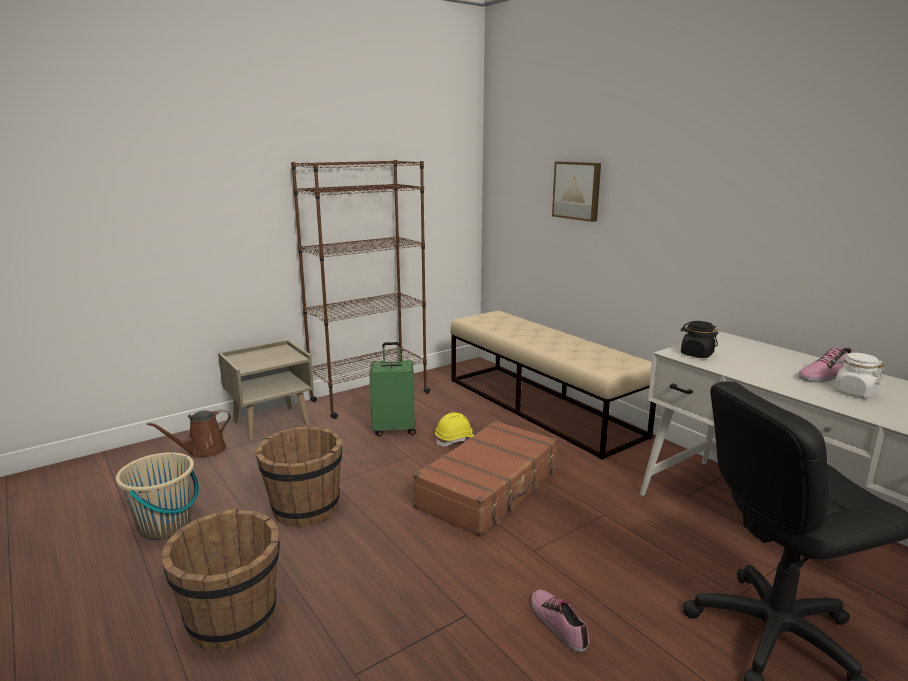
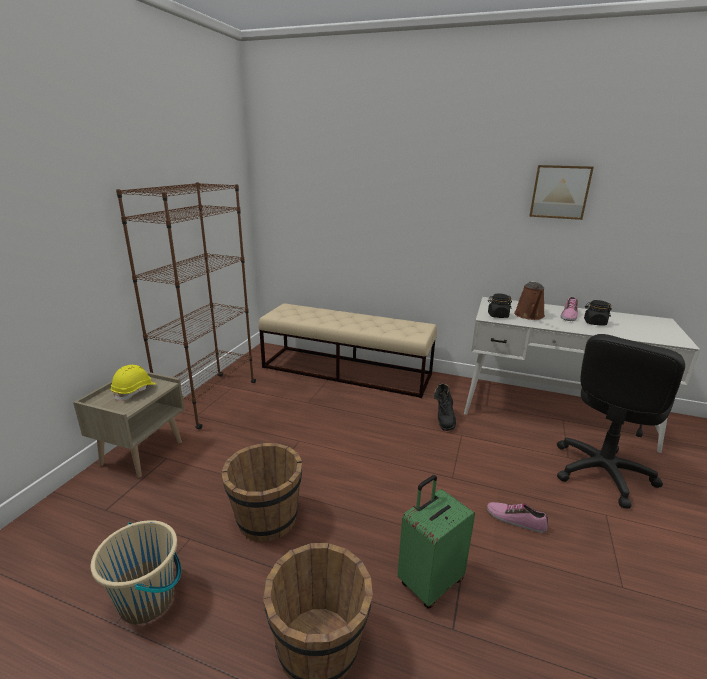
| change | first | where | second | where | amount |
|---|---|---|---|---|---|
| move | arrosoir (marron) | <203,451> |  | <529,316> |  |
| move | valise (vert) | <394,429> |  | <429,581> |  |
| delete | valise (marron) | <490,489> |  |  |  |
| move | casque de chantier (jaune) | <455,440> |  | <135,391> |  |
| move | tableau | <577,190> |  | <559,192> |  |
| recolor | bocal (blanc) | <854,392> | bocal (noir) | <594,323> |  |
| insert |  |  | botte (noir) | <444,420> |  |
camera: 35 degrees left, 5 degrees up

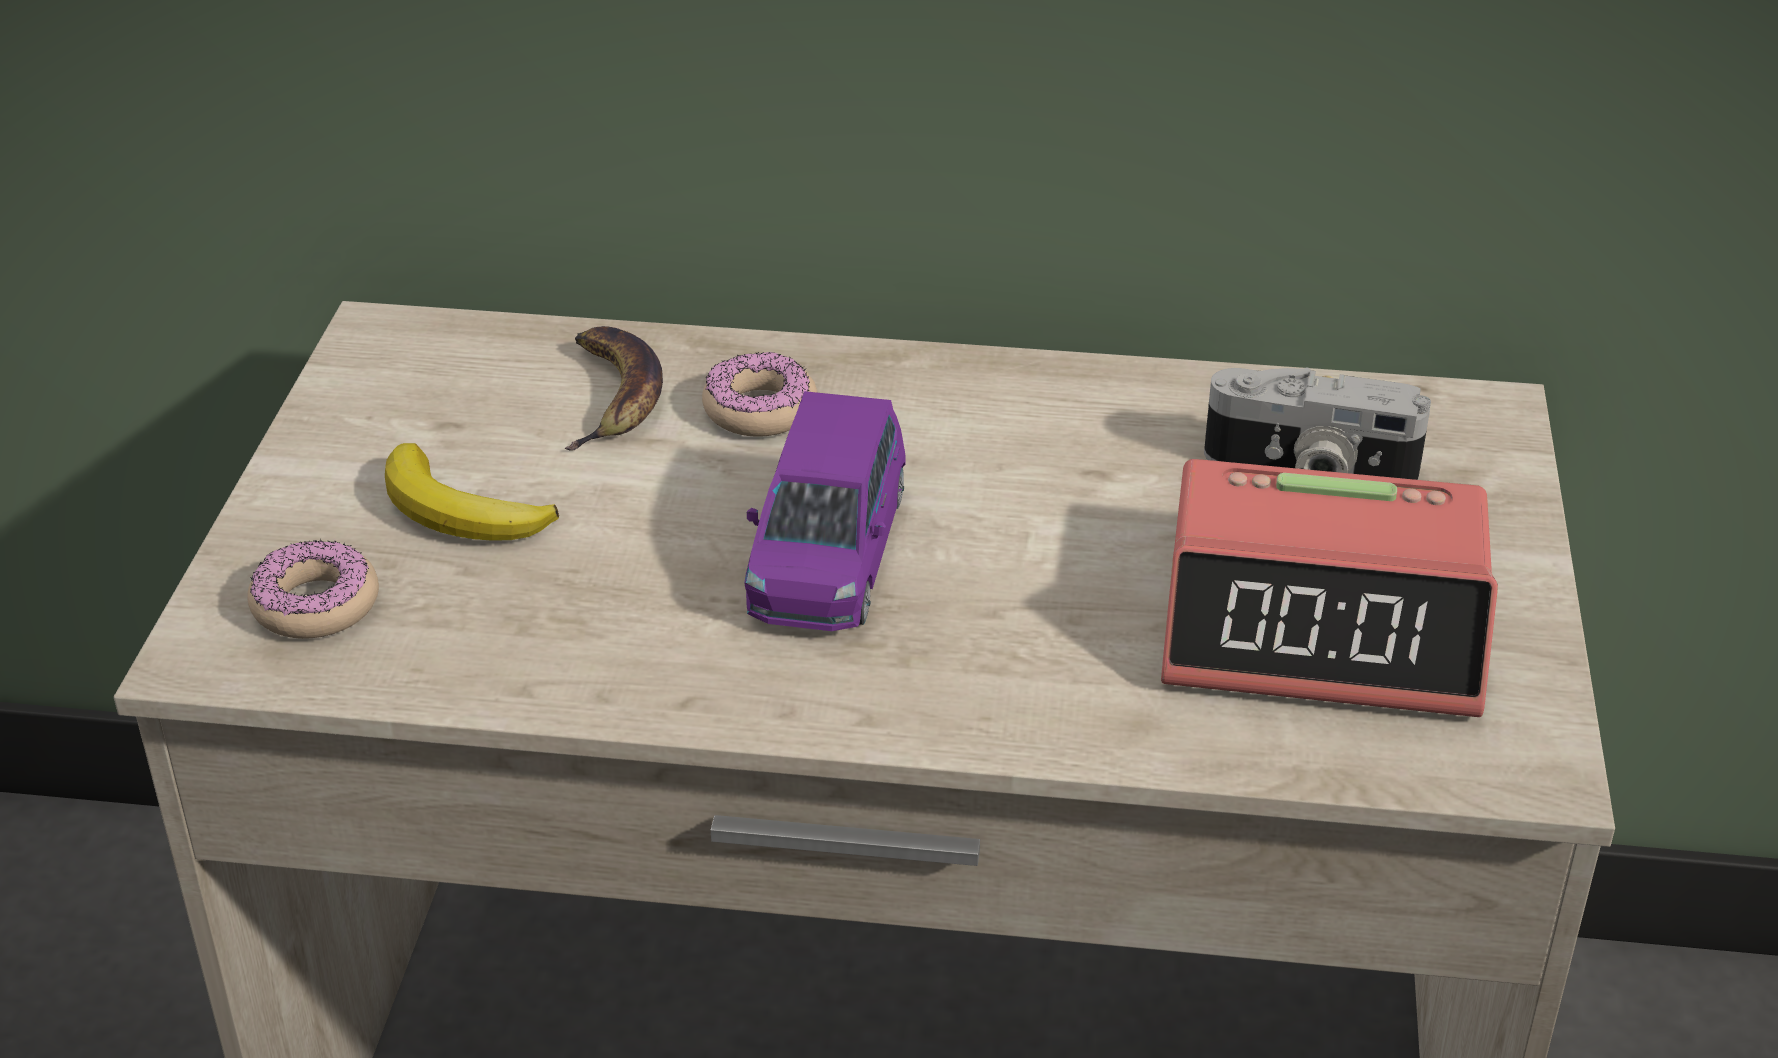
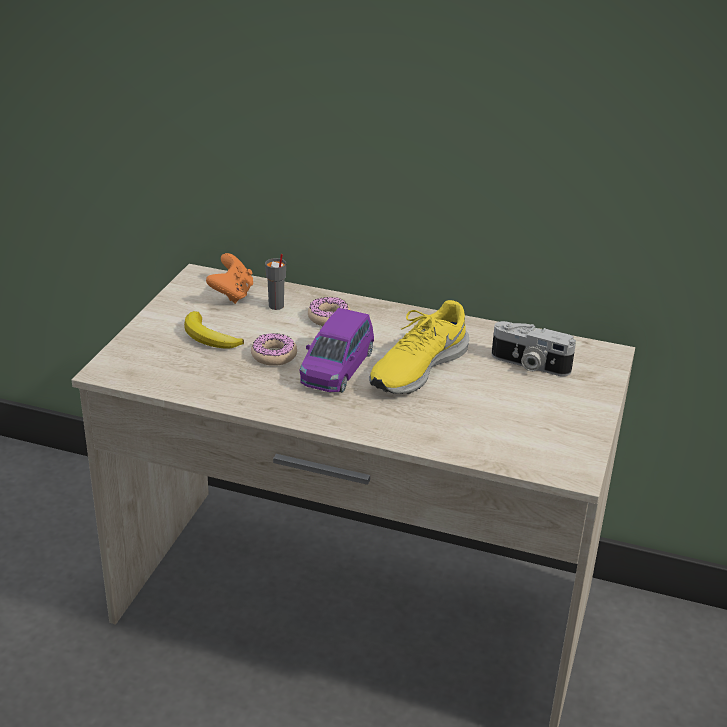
| change | first | where | second | where | amount |
|---|---|---|---|---|---|
| move | beignet | <316,604> |  | <274,355> |  |
| replace | banane | <611,395> | tasse (gris) | <276,306> |  |
| delete | réveil | <1324,625> |  |  |  |
| insert |  |  | manette (orange) | <232,294> |  |
| insert |  |  | chaussure (jaune) | <417,367> |  |
camera: 10 degrees right, 5 degrees down

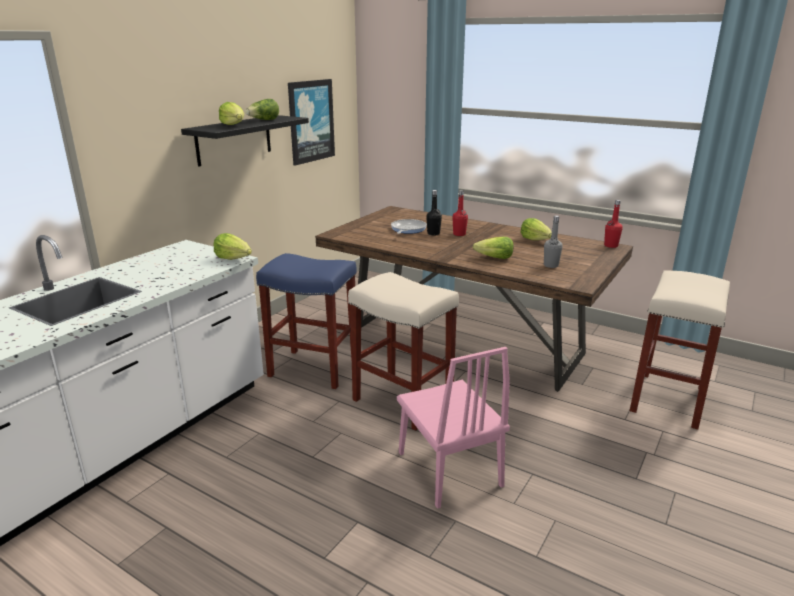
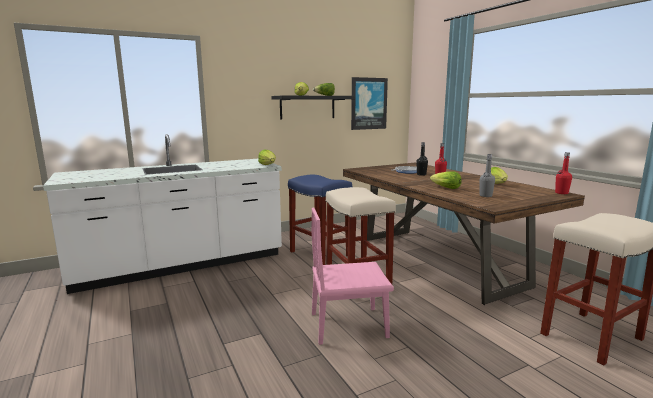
| change | first | where | second | where | amount |
|---|---|---|---|---|---|
| rotate | chaise (rose) | <449,469> |  | <348,325> | 75 degrees clockwise |
camera: 30 degrees right, 10 degrees down

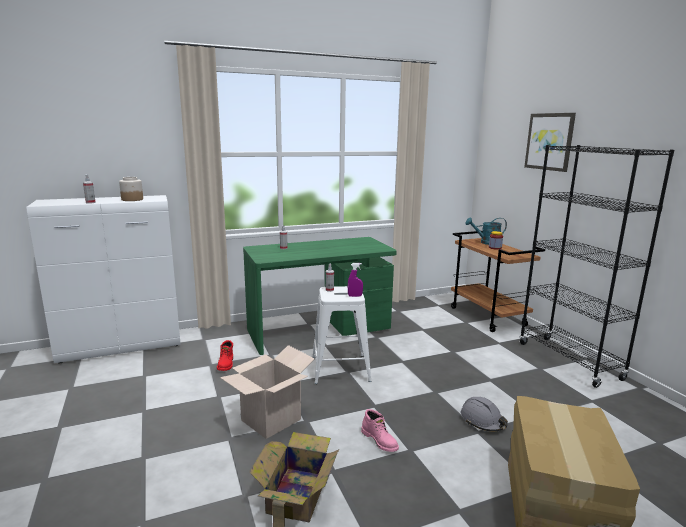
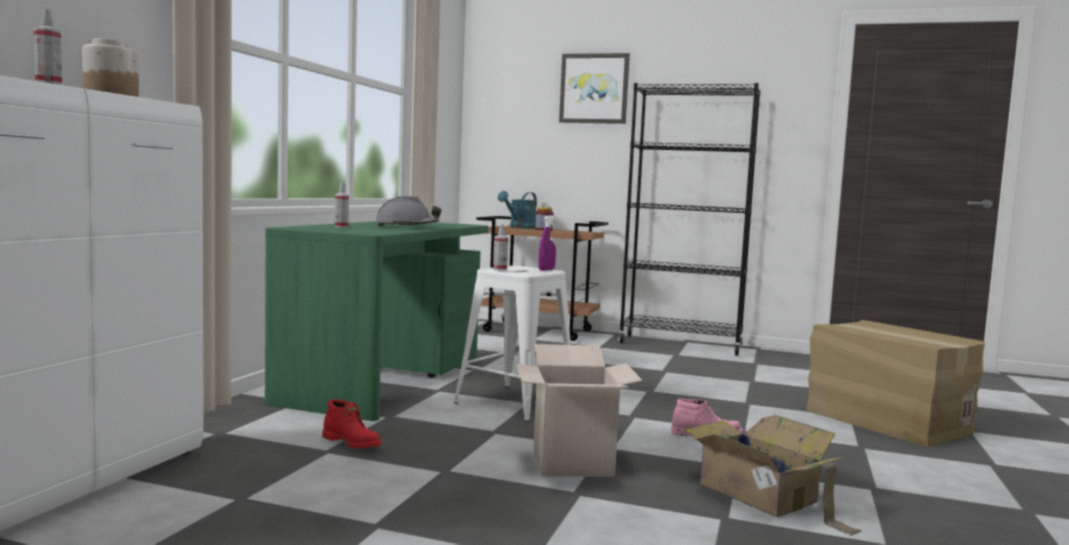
| change | first | where | second | where | amount |
|---|---|---|---|---|---|
| move | casque de chantier (gris) | <483,421> |  | <407,227> |  |
camera: 50 degrees left, 10 degrees down

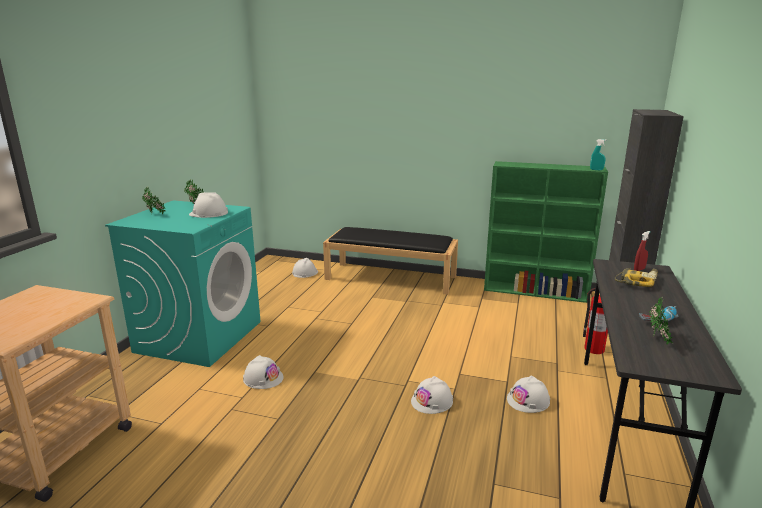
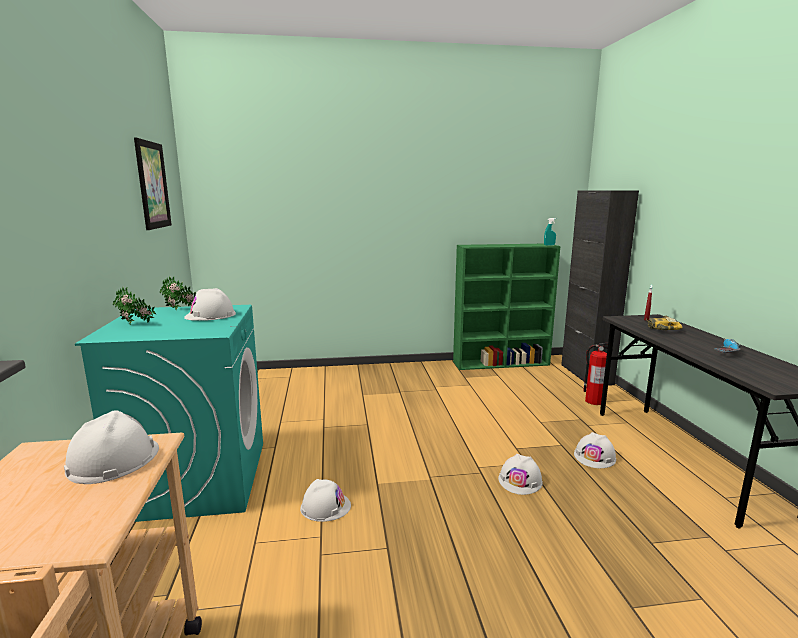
| change | first | where | second | where | amount |
|---|---|---|---|---|---|
| move | casque de chantier (blanc) | <305,272> |  | <113,459> |  |
| delete | banc (noir) | <391,278> |  |  |  |
| delete | plante en pot | <657,340> |  |  |  |
| insert |  |  | tableau | <153,185> |  |
camera: 25 degrees left, 5 degrees down

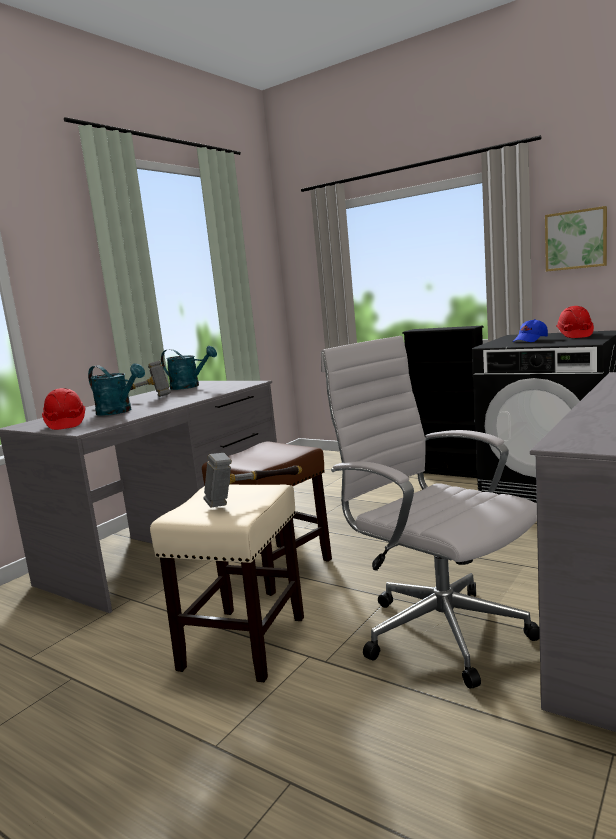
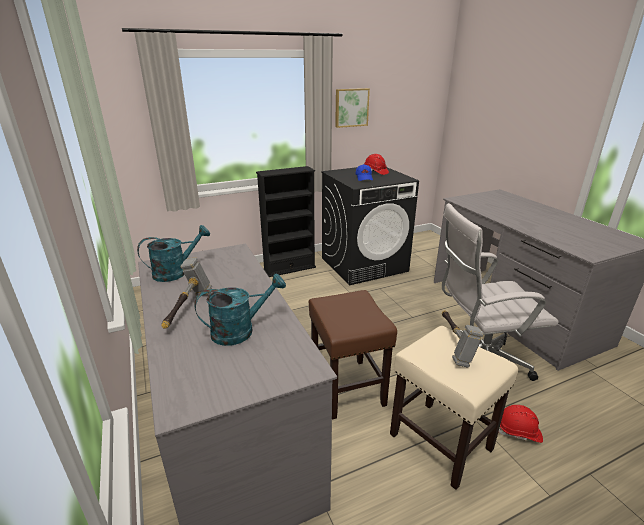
| change | first | where | second | where | amount |
|---|---|---|---|---|---|
| move | casque de chantier (rouge) | <66,424> |  | <518,431> |  |
camera: 60 degrees left, 15 degrees up

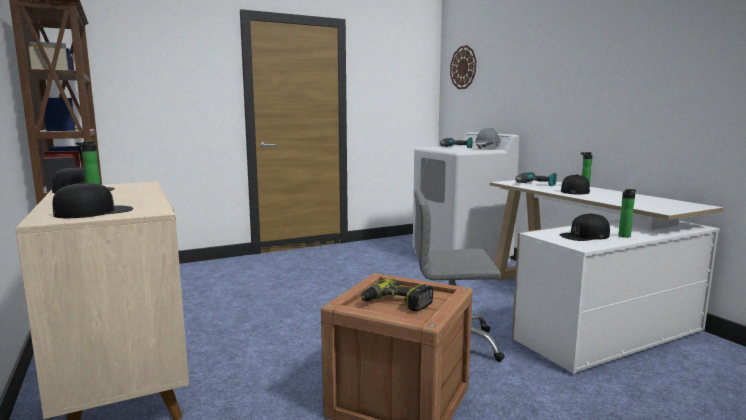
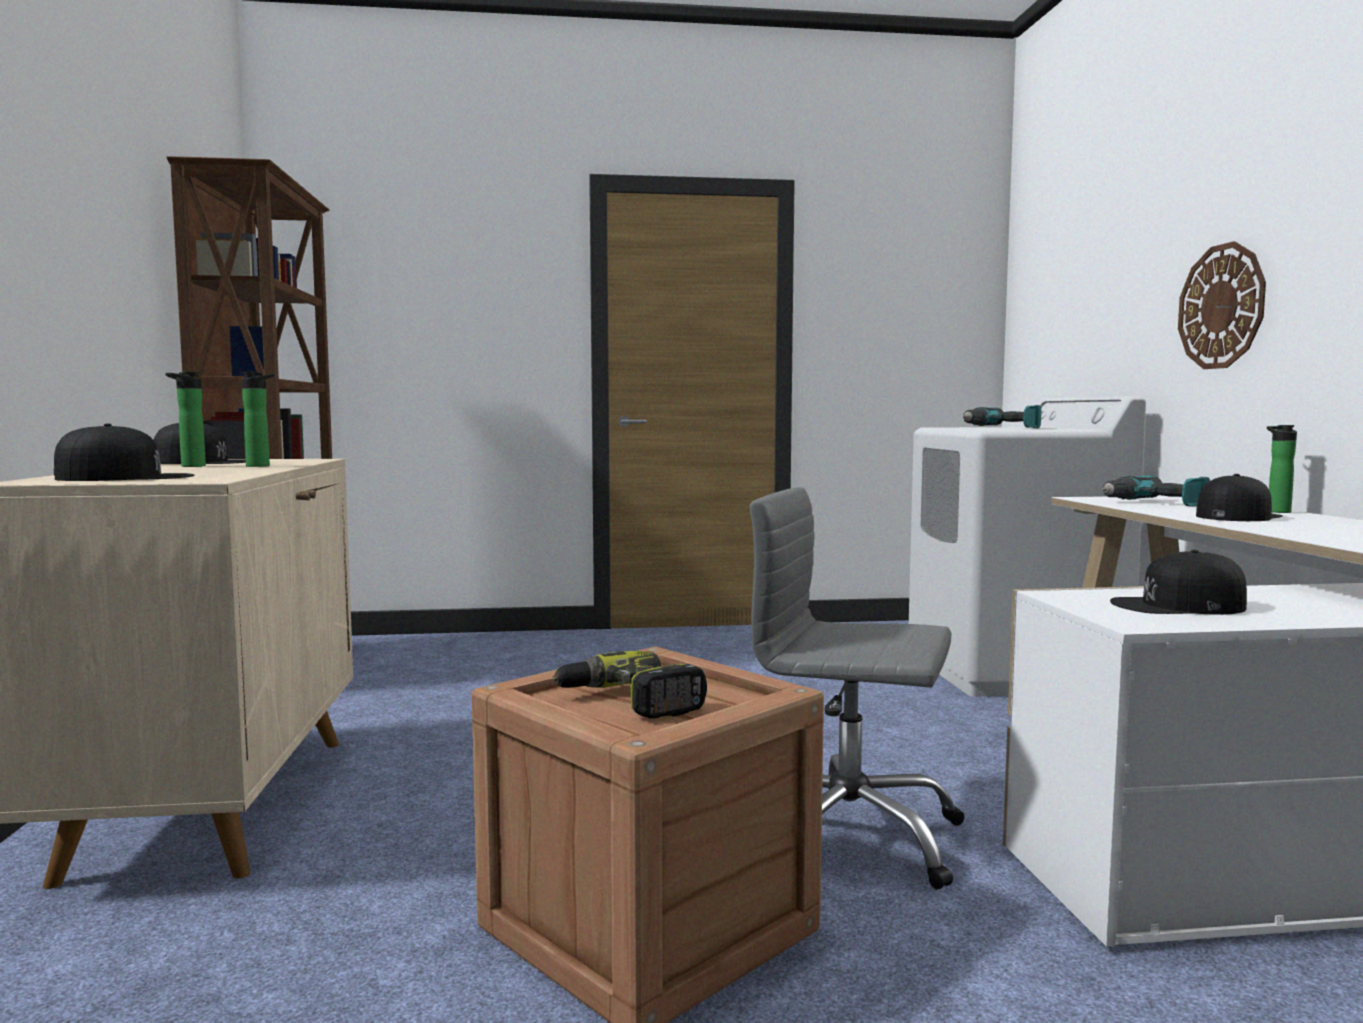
| change | first | where | second | where | amount |
|---|---|---|---|---|---|
| move | horloge murale | <463,67> |  | <1221,306> |  |
| delete | casque de chantier (gris) | <488,148> |  |  |  |
| move | bouteille | <625,236> |  | <262,466> |  |
camera: 20 degrees right, 5 degrees down

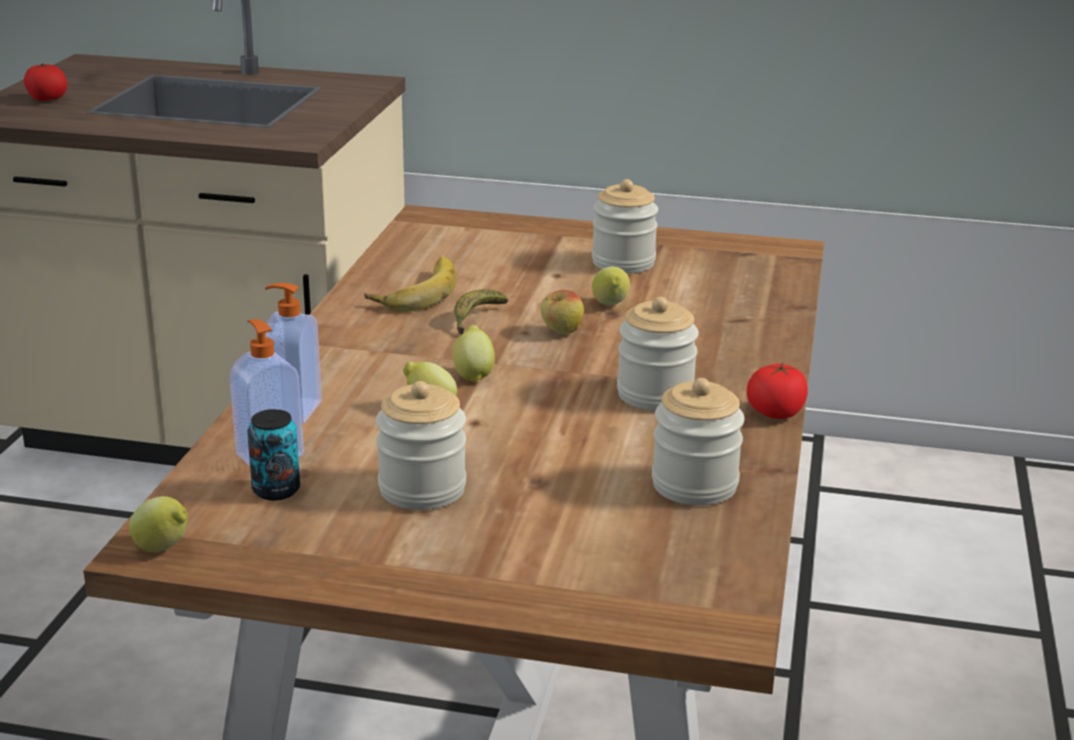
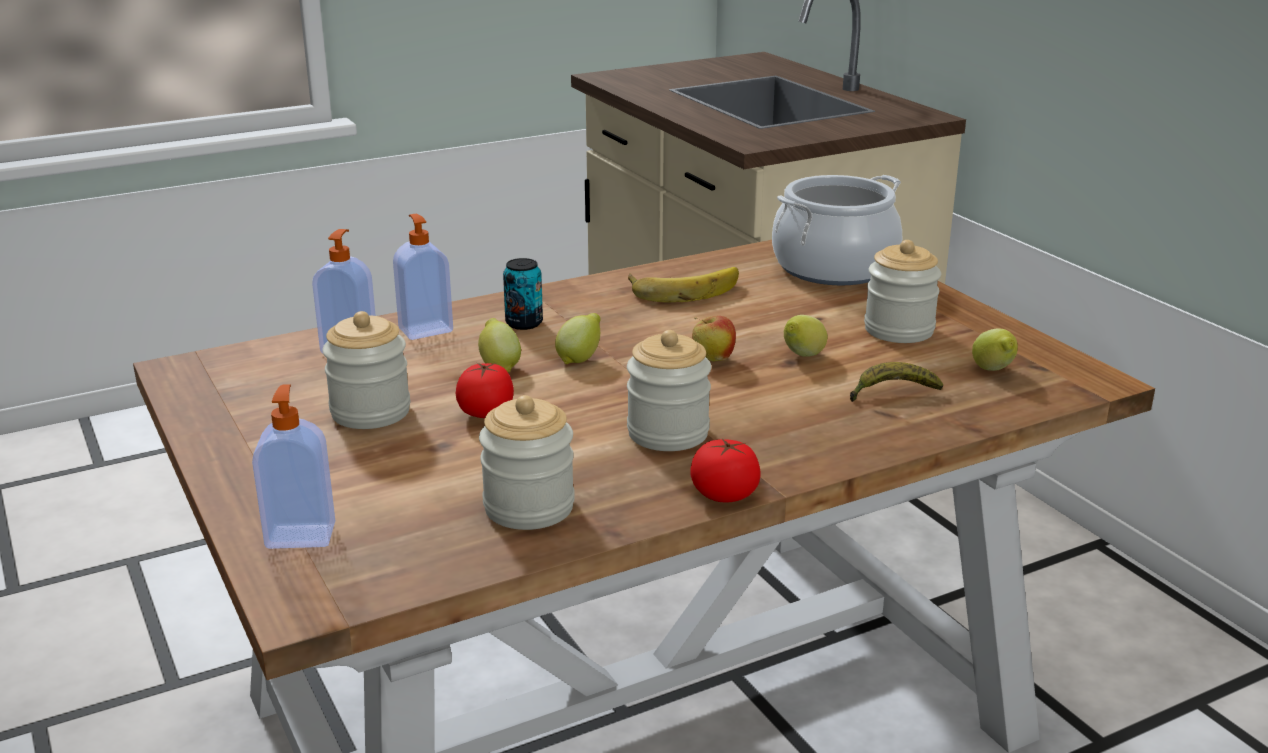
| change | first | where | second | where | amount |
|---|---|---|---|---|---|
| move | tomate | <47,99> |  | <486,413> |  |
| move | citron | <164,549> |  | <993,371> |  |
| move | boîte métallique | <276,490> |  | <524,323> |  |
| move | banane | <476,319> |  | <892,393> |  |
| insert |  |  | distributeur de savon | <301,535> |  |
| insert |  |  | marmite | <833,267> |  |
camera: 50 degrees right, 0 degrees up

